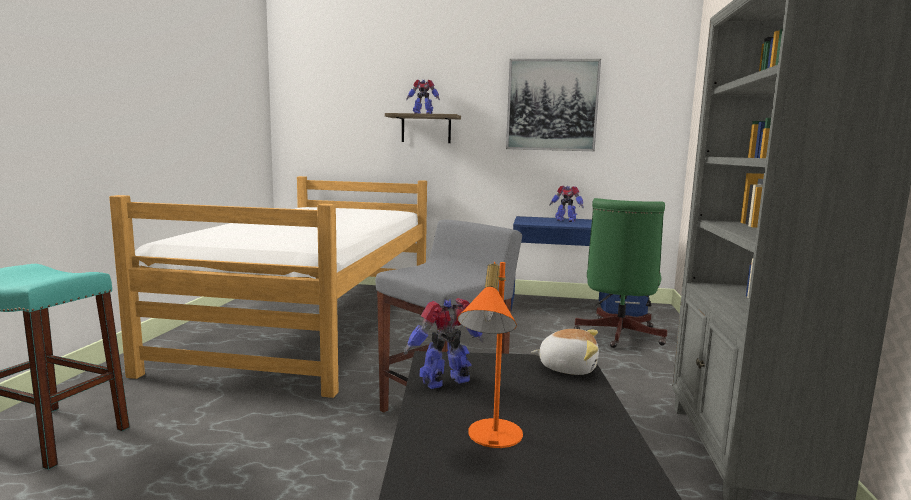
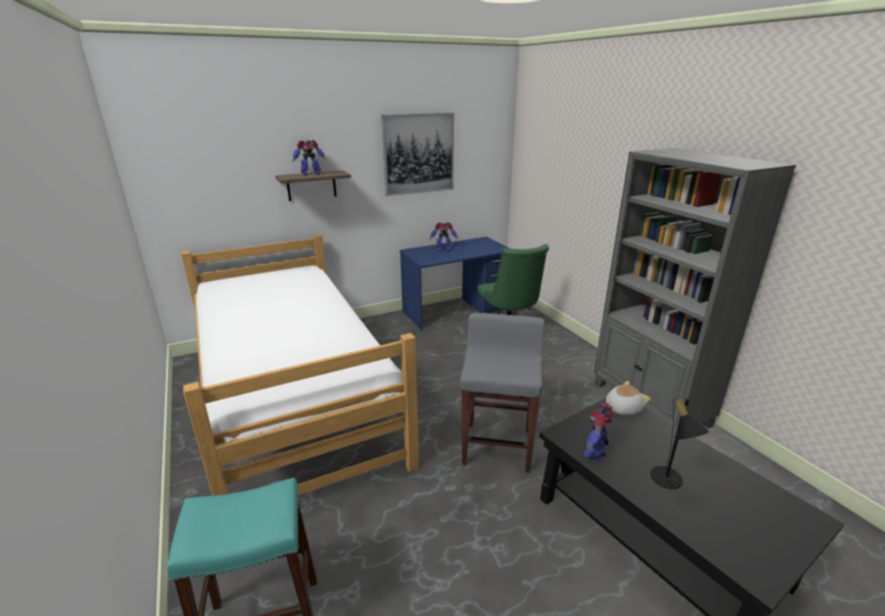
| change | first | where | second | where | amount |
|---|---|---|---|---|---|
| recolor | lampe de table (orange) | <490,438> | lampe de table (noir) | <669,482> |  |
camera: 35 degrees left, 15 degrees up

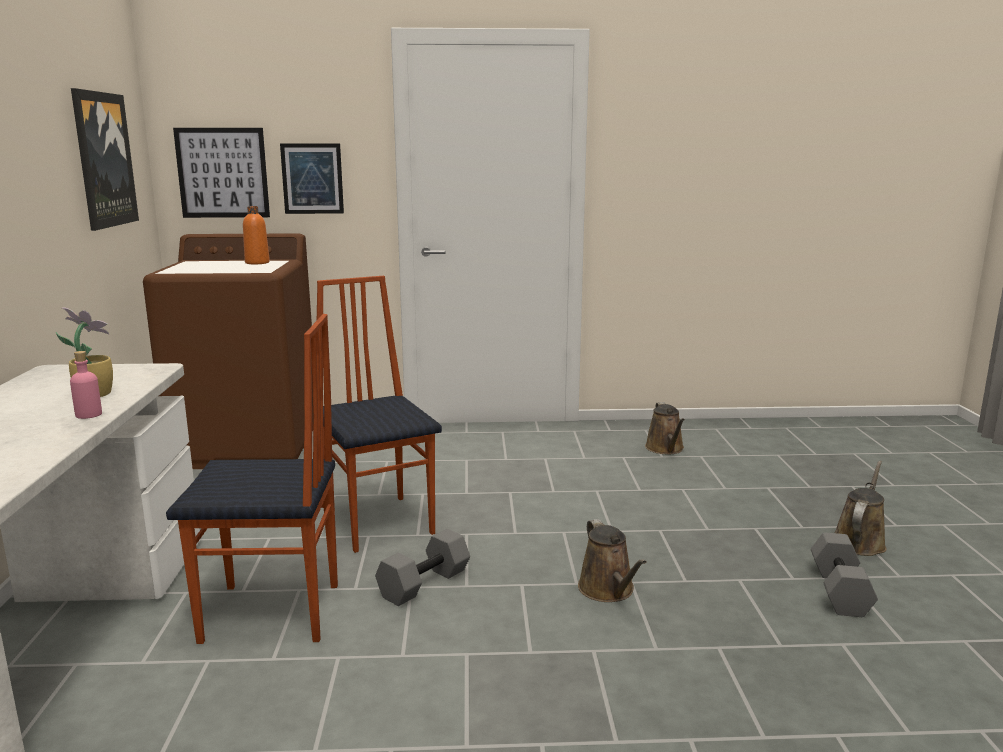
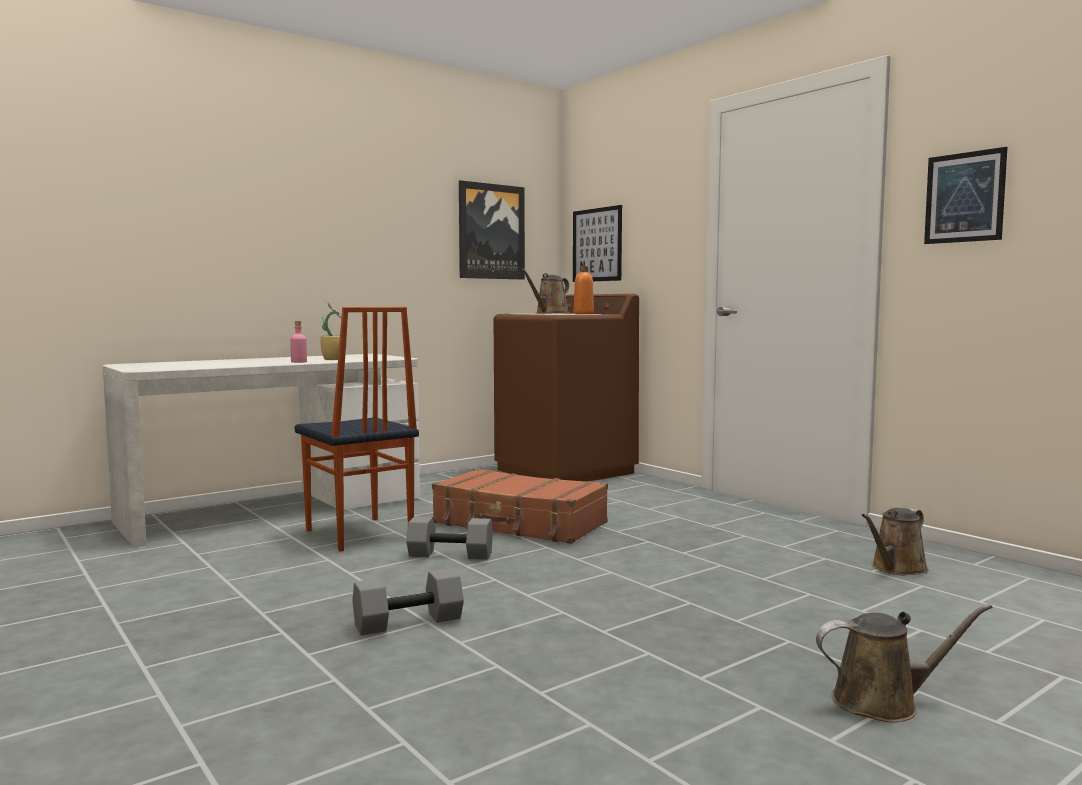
| change | first | where | second | where | amount |
|---|---|---|---|---|---|
| move | tableau | <312,178> |  | <964,197> |  |
| replace | chaise | <381,522> | valise (marron) | <519,524> |  |
| move | arrosoir (marron) | <608,590> |  | <550,313> |  |
| move | haltère (gris) | <838,590> |  | <409,622> |  |
camera: 55 degrees right, 10 degrees down

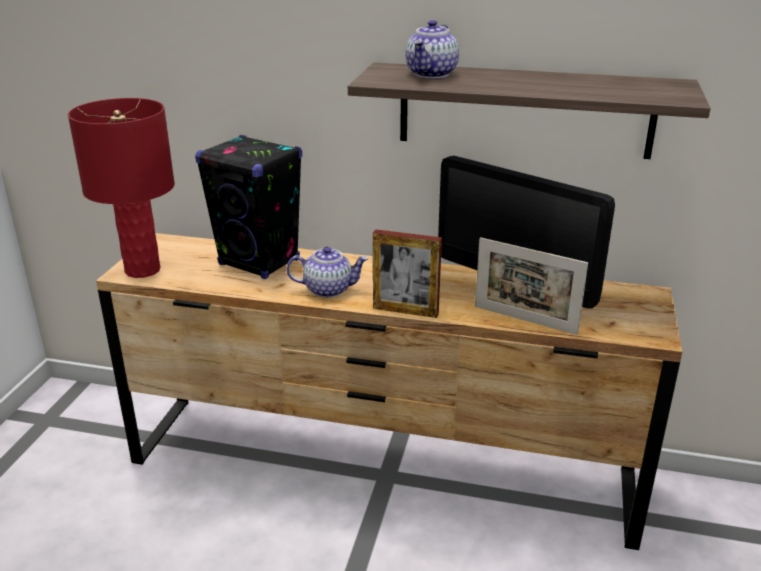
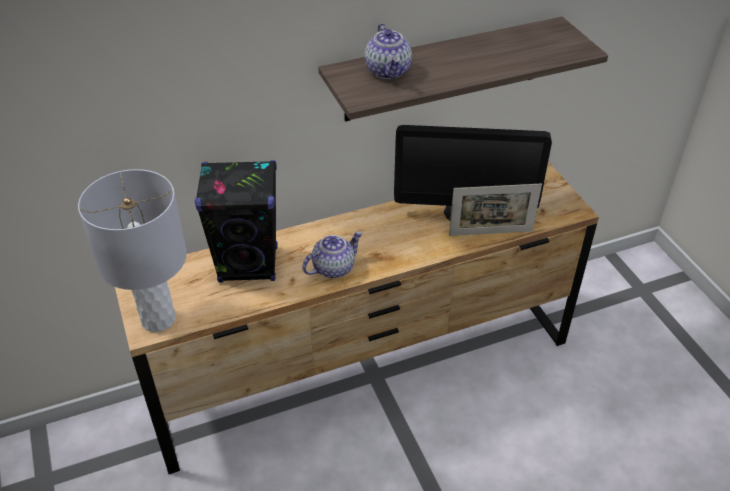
| change | first | where | second | where | amount |
|---|---|---|---|---|---|
| recolor | lampe de table (rouge) | <142,270> | lampe de table (gris) | <157,319> |  |
| delete | cadre photo | <405,311> |  |  |  |
camera: 35 degrees left, 15 degrees up

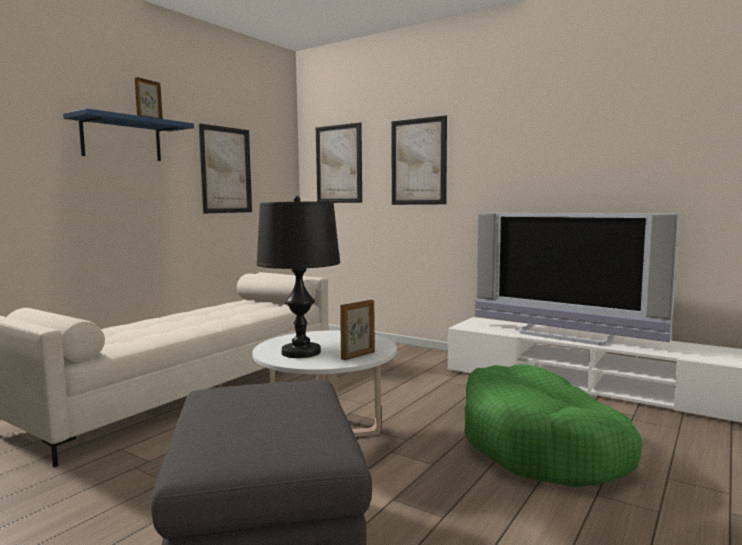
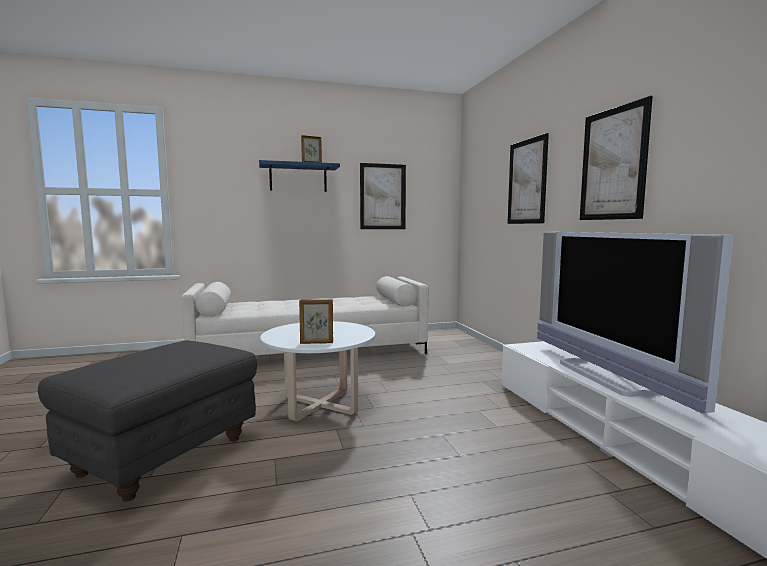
| change | first | where | second | where | amount |
|---|---|---|---|---|---|
| delete | lampe de table (noir) | <301,352> |  |  |  |
| move | tableau | <339,164> |  | <613,164> |  |
| delete | panier pour chien (vert) | <541,445> |  |  |  |
camera: 40 degrees right, 0 degrees up

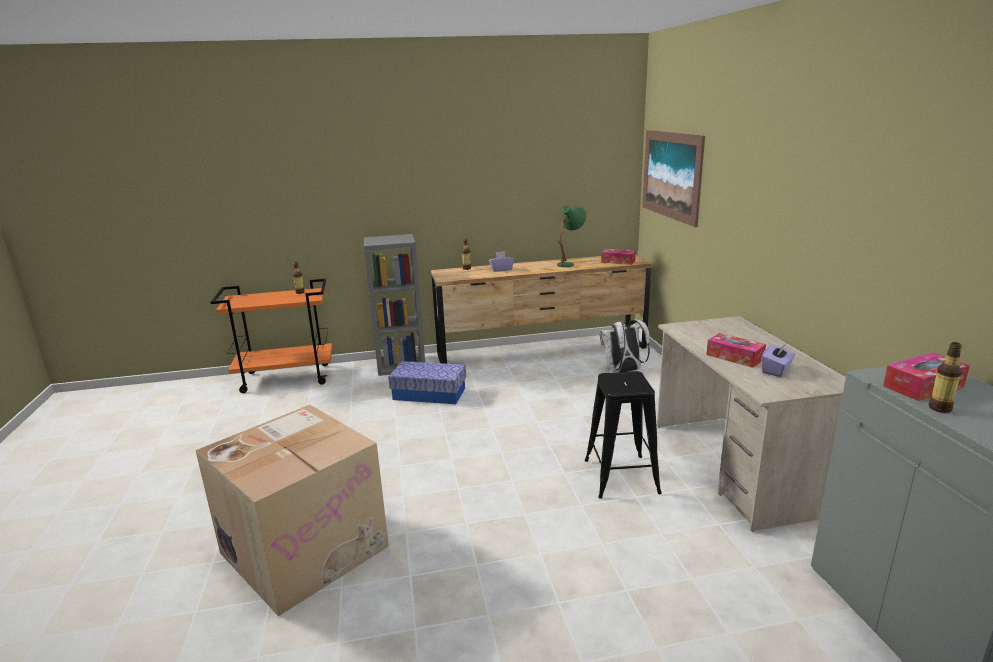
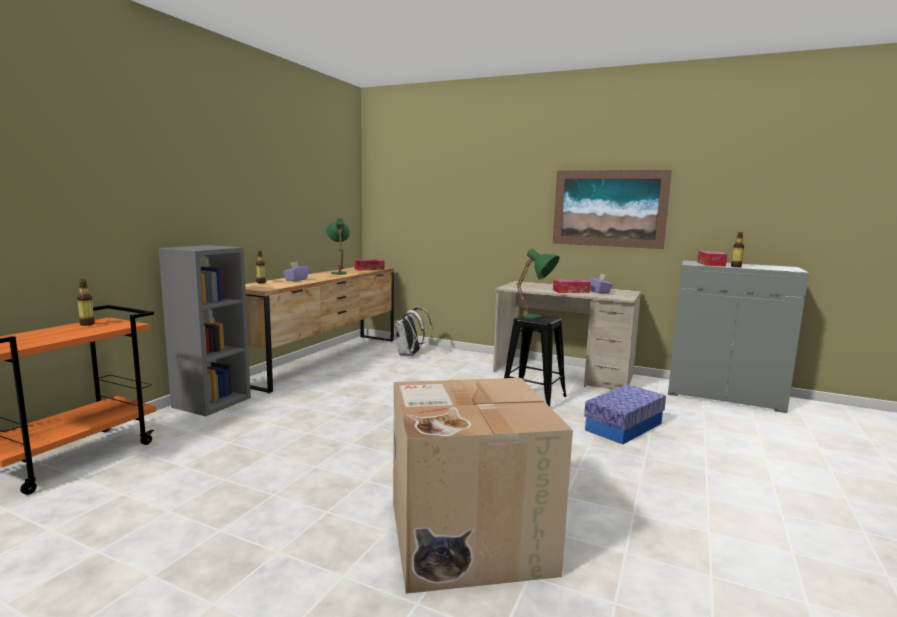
| change | first | where | second | where | amount |
|---|---|---|---|---|---|
| move | boîte de rangement | <429,394> |  | <623,427> |  |
| move | tableau | <671,175> |  | <609,208> |  |
| insert |  |  | lampe de table (vert) | <537,318> |  |
camera: 55 degrees left, 10 degrees down

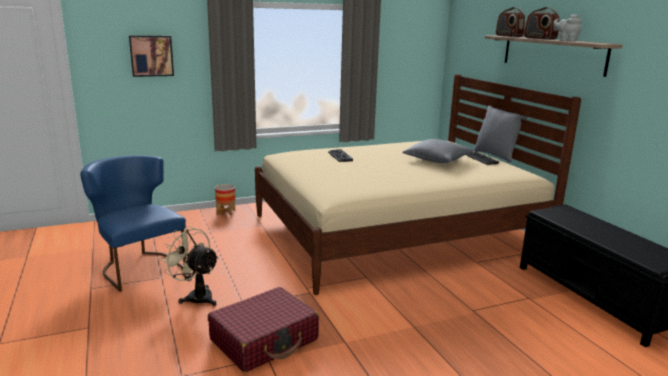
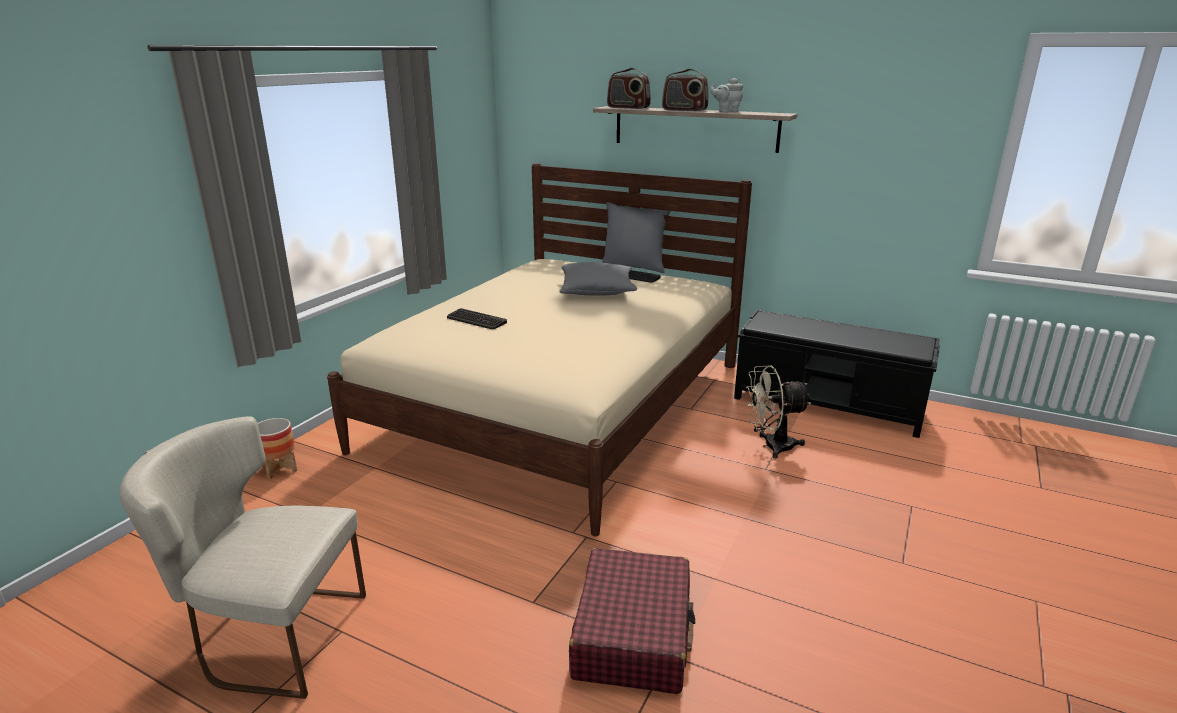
| change | first | where | second | where | amount |
|---|---|---|---|---|---|
| recolor | chaise (bleu) | <139,267> | chaise (beige) | <270,636> |  |
| delete | tableau | <151,55> |  |  |  |
| move | ventilateur (beige) | <195,296> |  | <771,446> |  |
camera: 40 degrees left, 5 degrees up

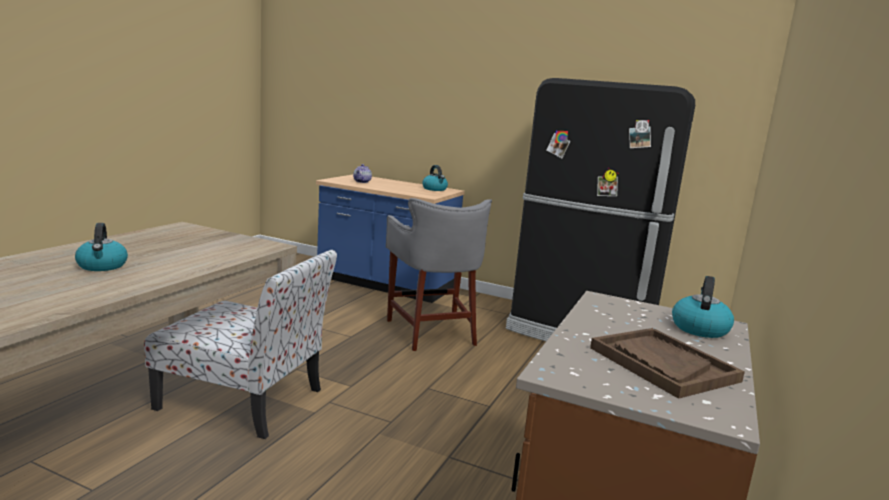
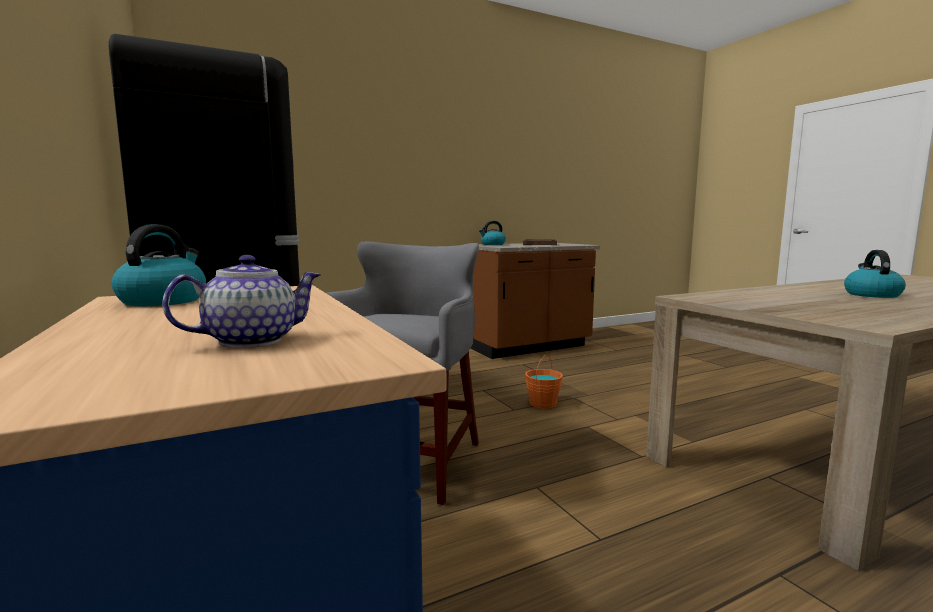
| change | first | where | second | where | amount |
|---|---|---|---|---|---|
| delete | chaise | <244,400> |  |  |  |
| insert |  |  | seau (orange) | <542,403> |  |
camera: 140 degrees left, 5 degrees down

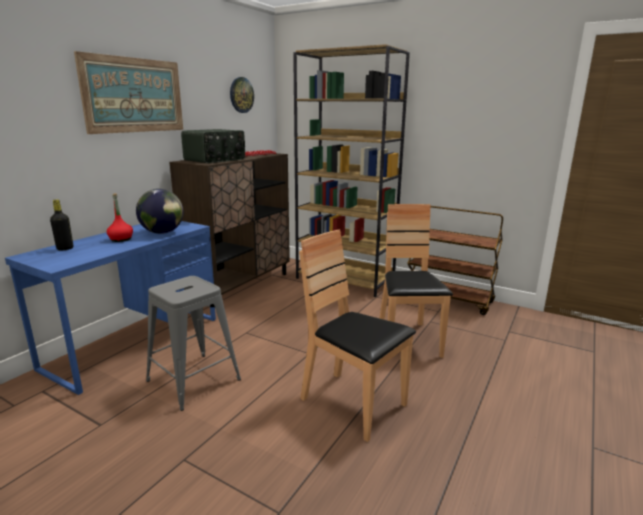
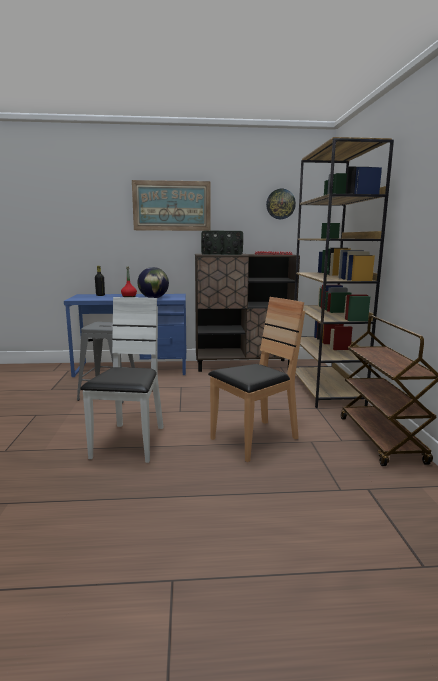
| change | first | where | second | where | amount |
|---|---|---|---|---|---|
| recolor | chaise (marron) | <353,404> | chaise (blanc) | <130,443> |  |
camera: 55 degrees right, 5 degrees down

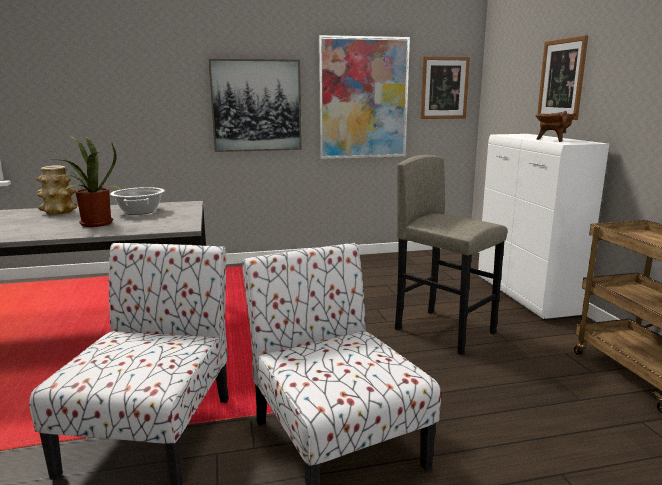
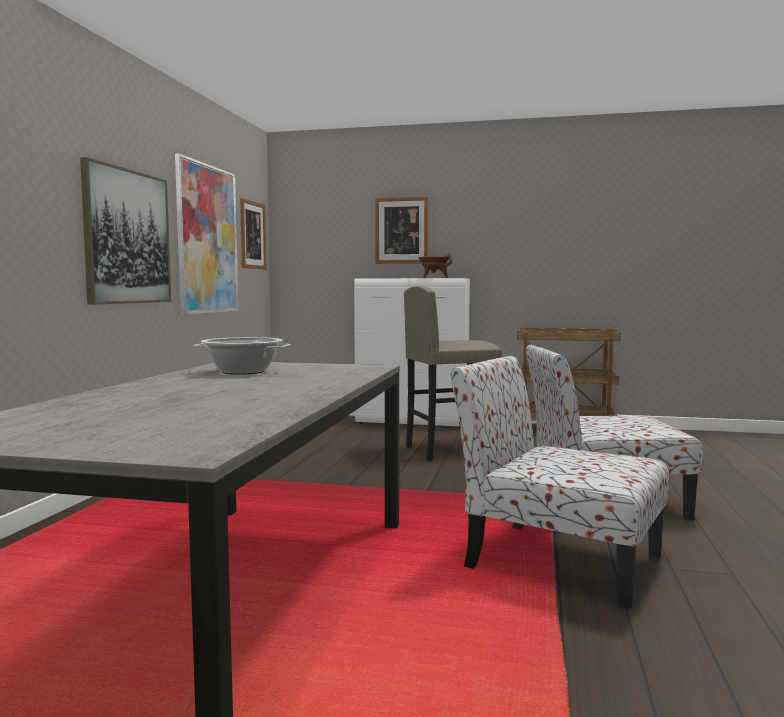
| change | first | where | second | where | amount |
|---|---|---|---|---|---|
| delete | vase | <58,212> |  |  |  |
| delete | plante en pot | <93,224> |  |  |  |
camera: 65 degrees left, 10 degrees down

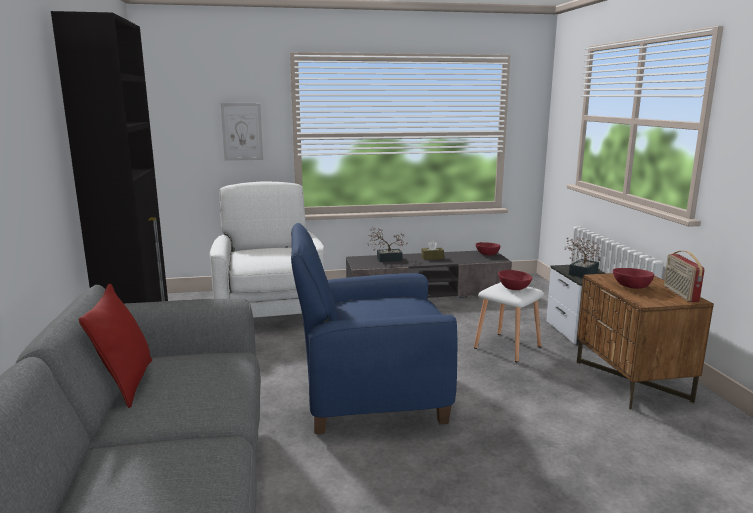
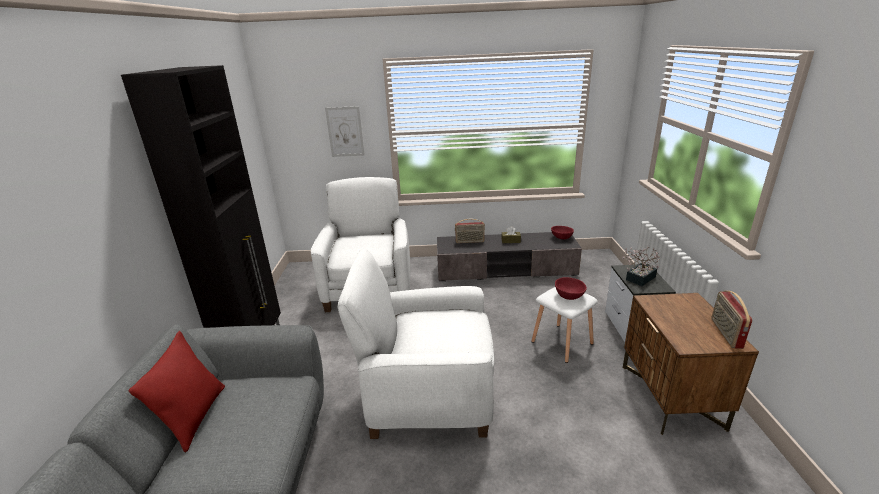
| change | first | where | second | where | amount |
|---|---|---|---|---|---|
| recolor | fauteuil (bleu) | <370,394> | fauteuil (blanc) | <428,393> |  |
| replace | plante en pot | <386,259> | radio | <469,241> |  |
| delete | bol (rouge) | <632,287> |  |  |  |
camera: 10 degrees right, 10 degrees up

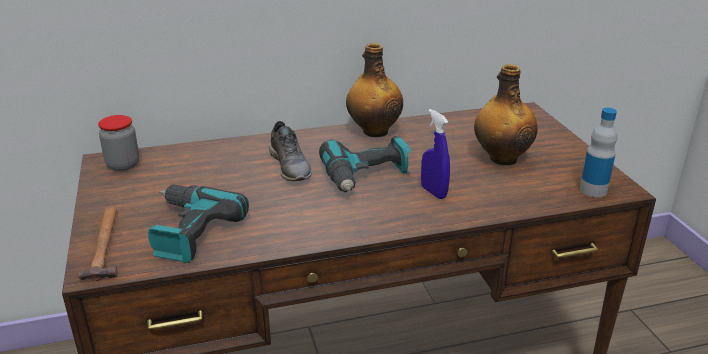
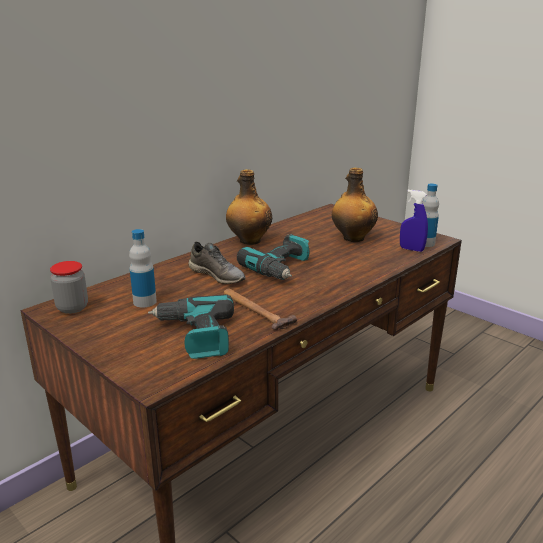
| change | first | where | second | where | amount |
|---|---|---|---|---|---|
| move | marteau | <106,245> |  | <255,310> |  |
| move | vaporisateur (bleu) | <433,192> |  | <411,249> |  |
| insert |  |  | bouteille | <145,302> |  |
camera: 30 degrees left, 5 degrees down

